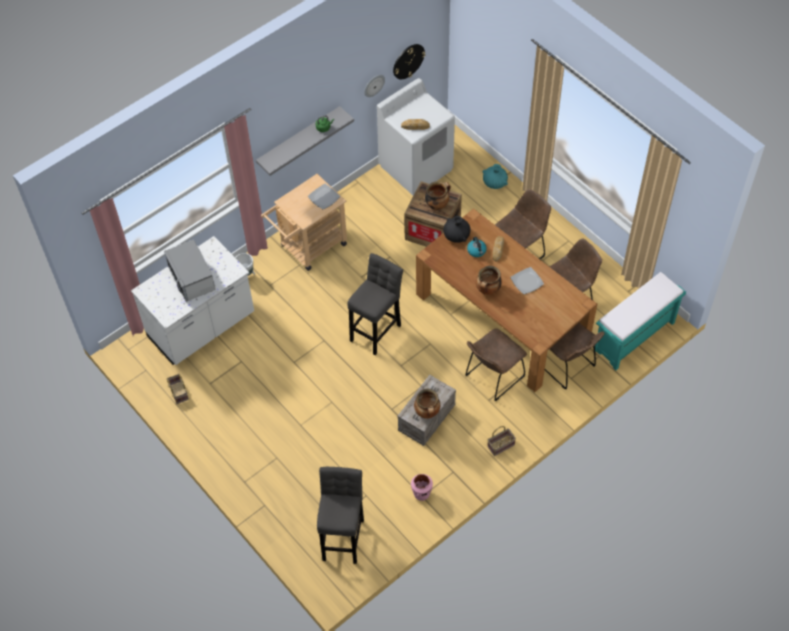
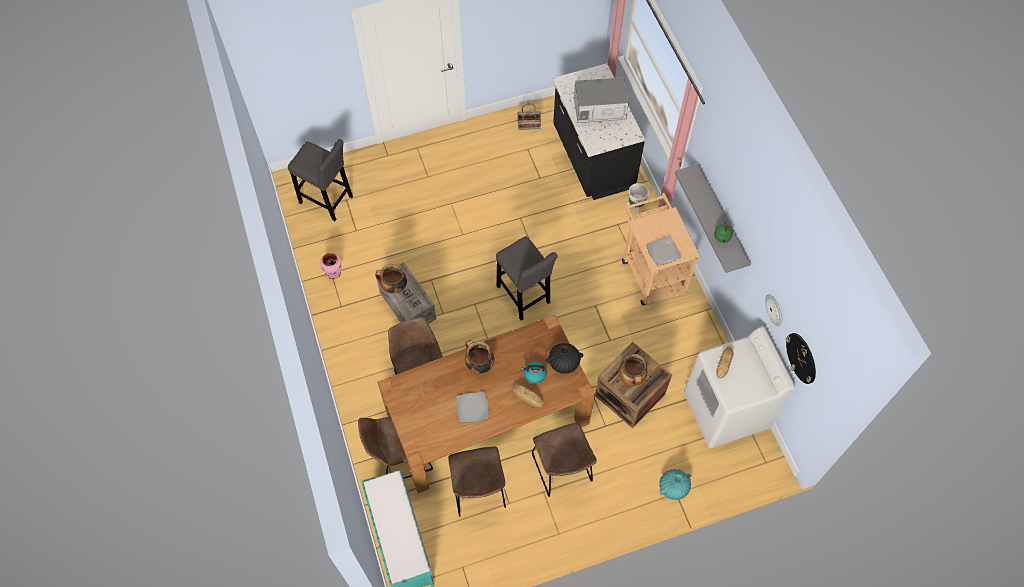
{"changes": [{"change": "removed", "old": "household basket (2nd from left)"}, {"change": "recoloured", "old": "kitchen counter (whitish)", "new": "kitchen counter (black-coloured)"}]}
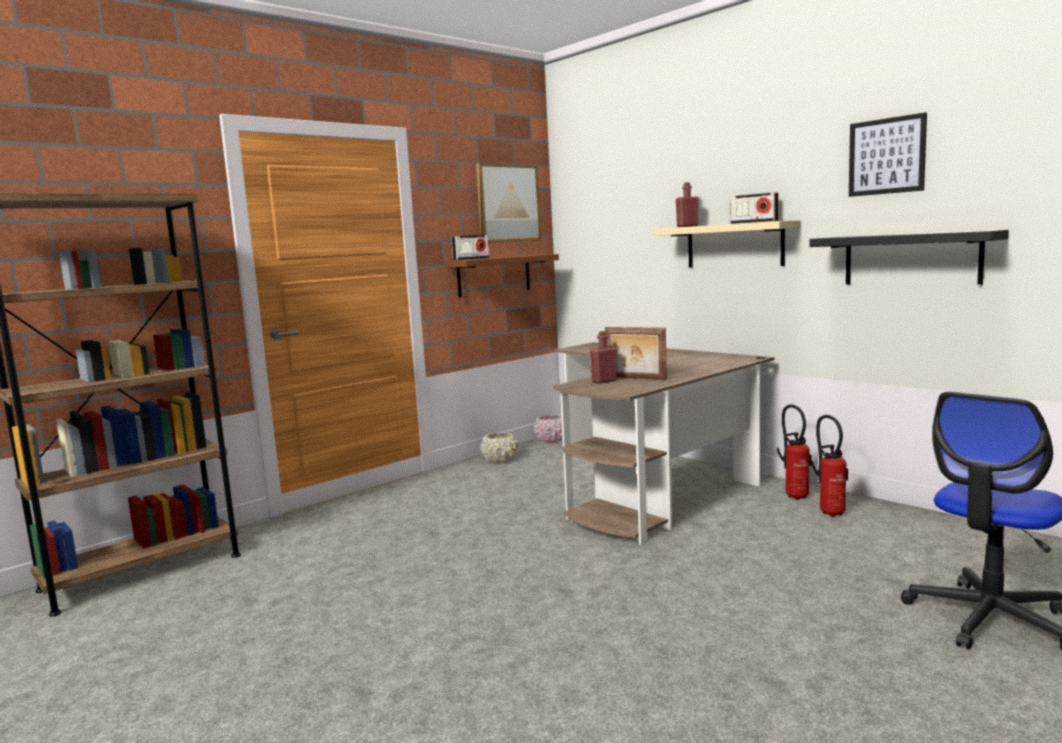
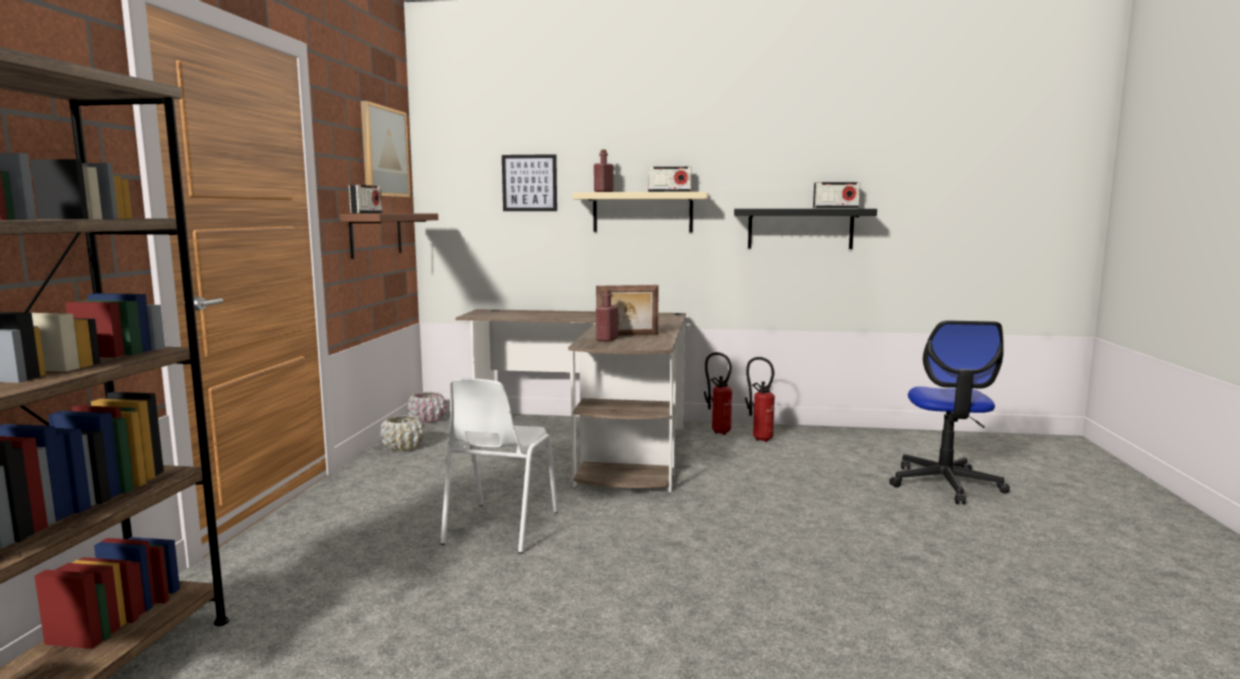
{"changes": [{"change": "added", "new": "plain chair (whitish)"}, {"change": "added", "new": "radio (3rd from left)"}, {"change": "moved", "old": "wall picture (2nd from left)"}]}
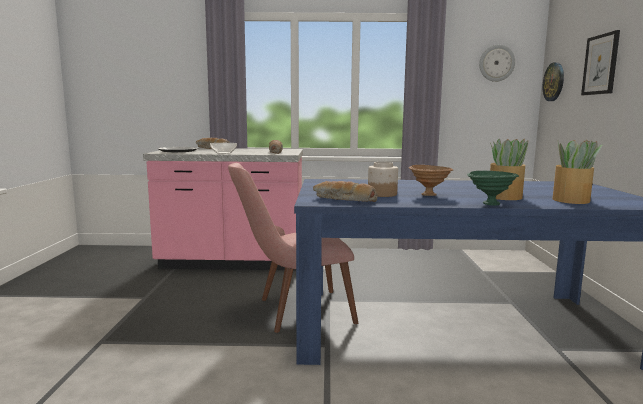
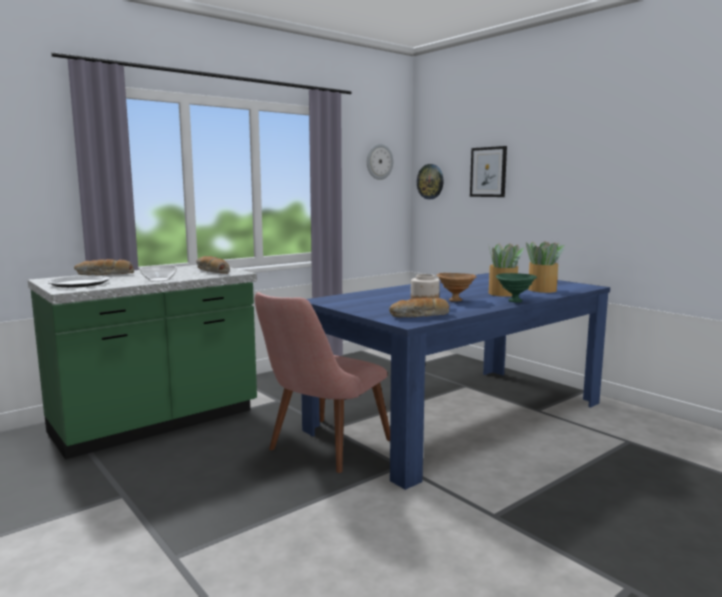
{"changes": [{"change": "recoloured", "old": "kitchen counter (pink-coloured)", "new": "kitchen counter (greenish)"}]}
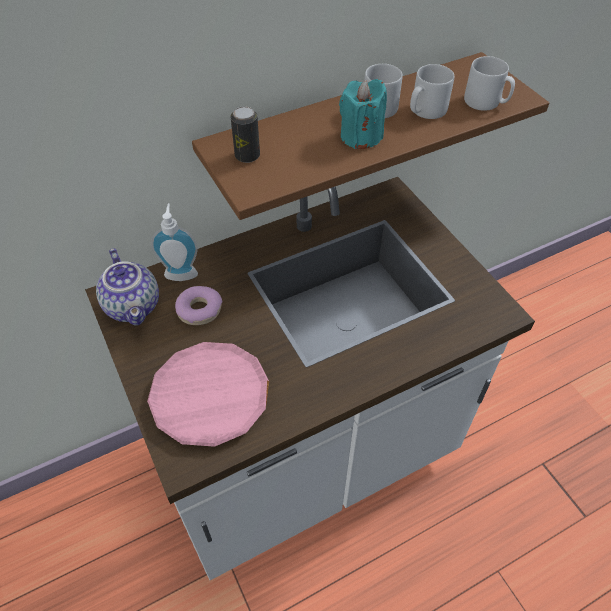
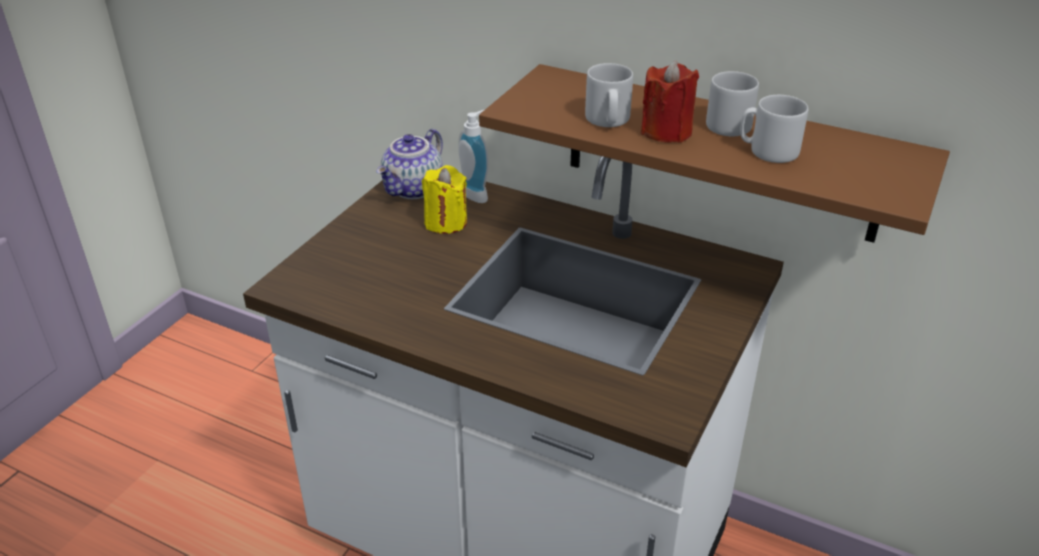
{"changes": [{"change": "removed", "old": "flat dish (pink-coloured)"}, {"change": "removed", "old": "metal can"}, {"change": "moved", "old": "mug (greyish) (3rd from left in the first image)", "new": "mug (greyish) (1st from left)"}, {"change": "replaced", "old": "ring doughnut", "new": "candle (yellowish)"}, {"change": "recoloured", "old": "candle (turquoise)", "new": "candle (reddish)"}]}
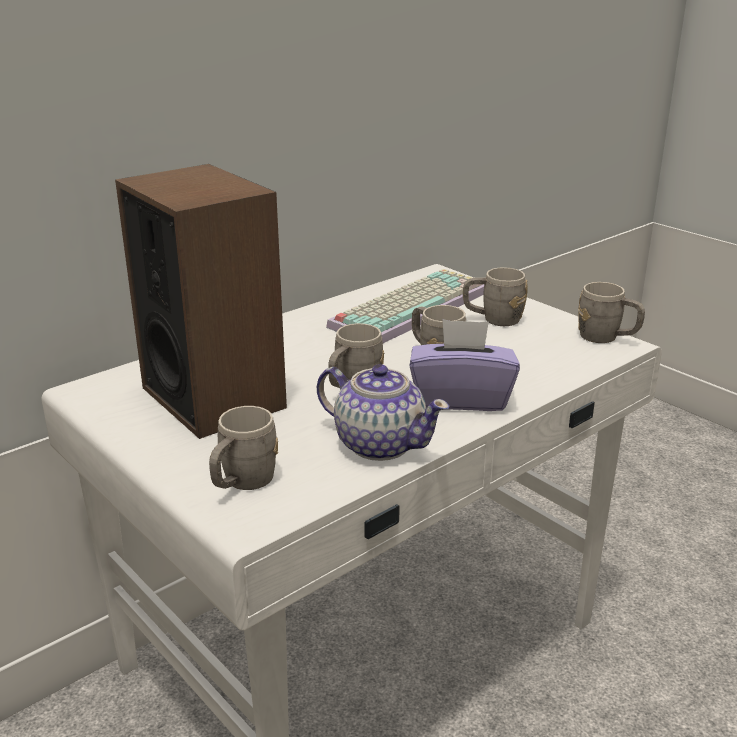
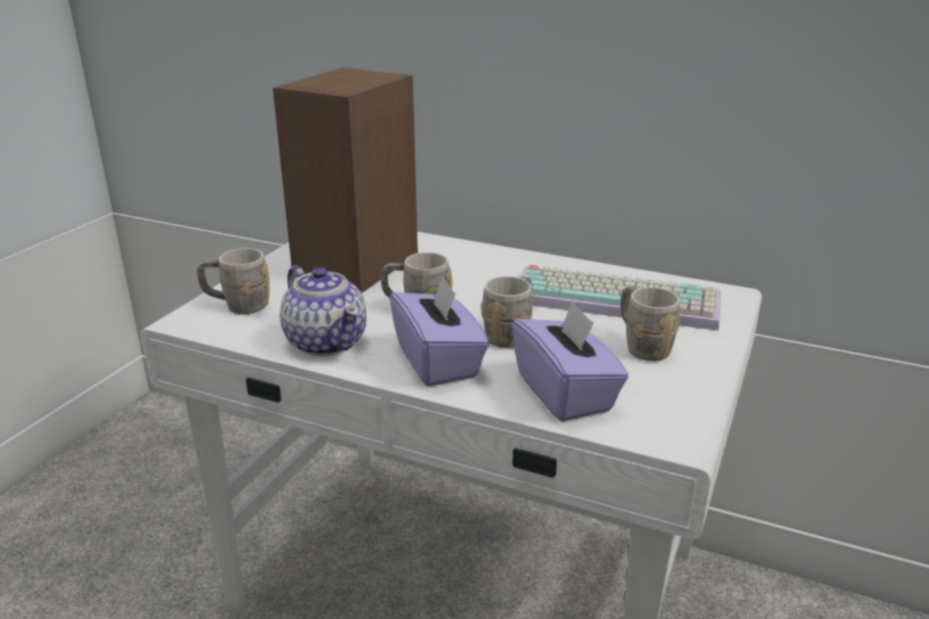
{"changes": [{"change": "removed", "old": "mug (greyish) (5th from left)"}, {"change": "added", "new": "tissue holder (purplish) (2nd from left)"}, {"change": "turned", "old": "tea pot", "degrees": -45}]}
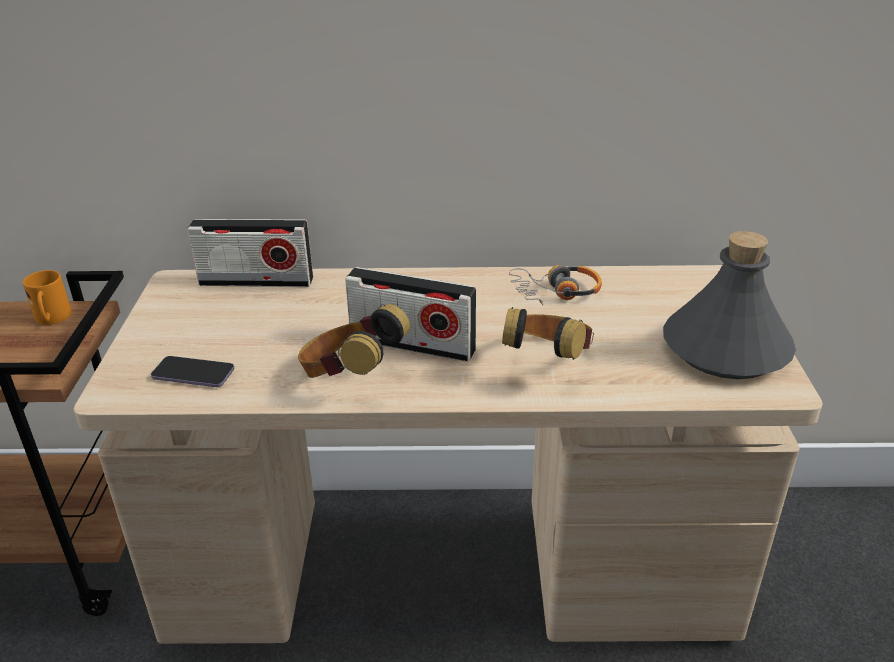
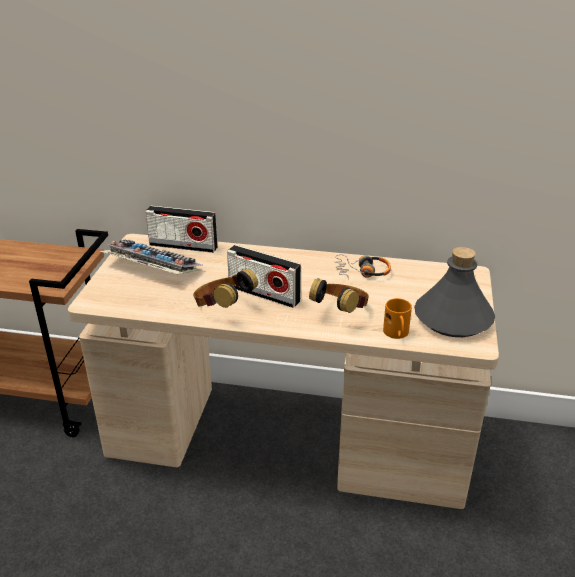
{"changes": [{"change": "removed", "old": "telephone"}, {"change": "added", "new": "computer keyboard"}, {"change": "moved", "old": "mug (orangey)"}]}
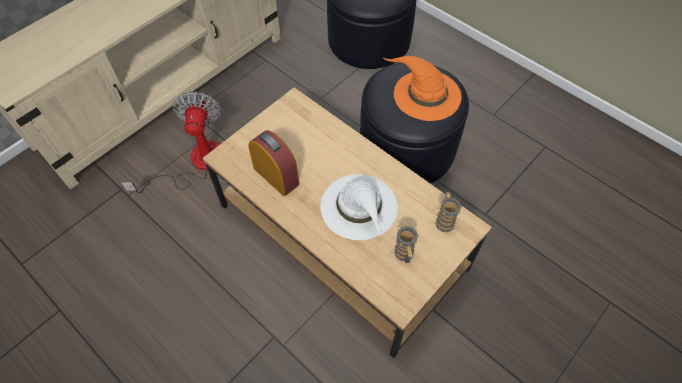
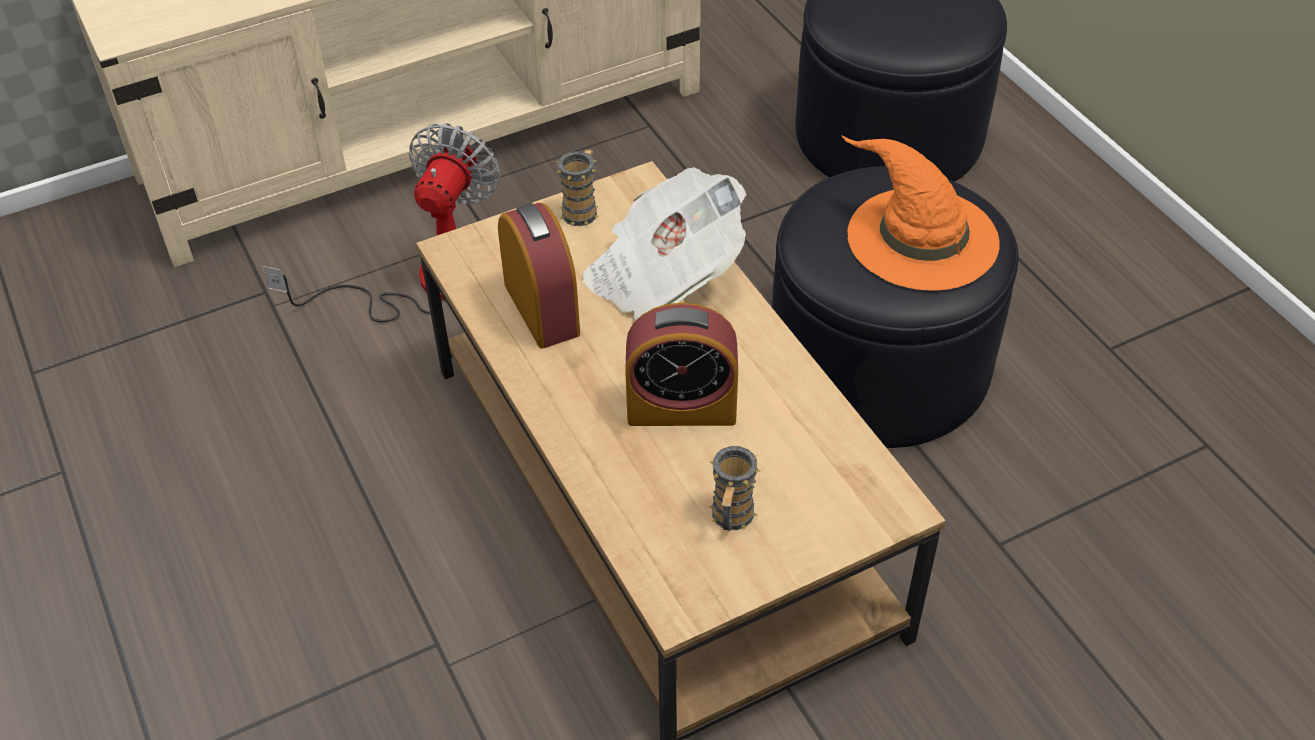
{"changes": [{"change": "added", "new": "newspaper"}, {"change": "moved", "old": "mug (2nd from left in the first image)", "new": "mug (1st from left)"}, {"change": "replaced", "old": "hat (whitish)", "new": "table clock (2nd from left)"}]}
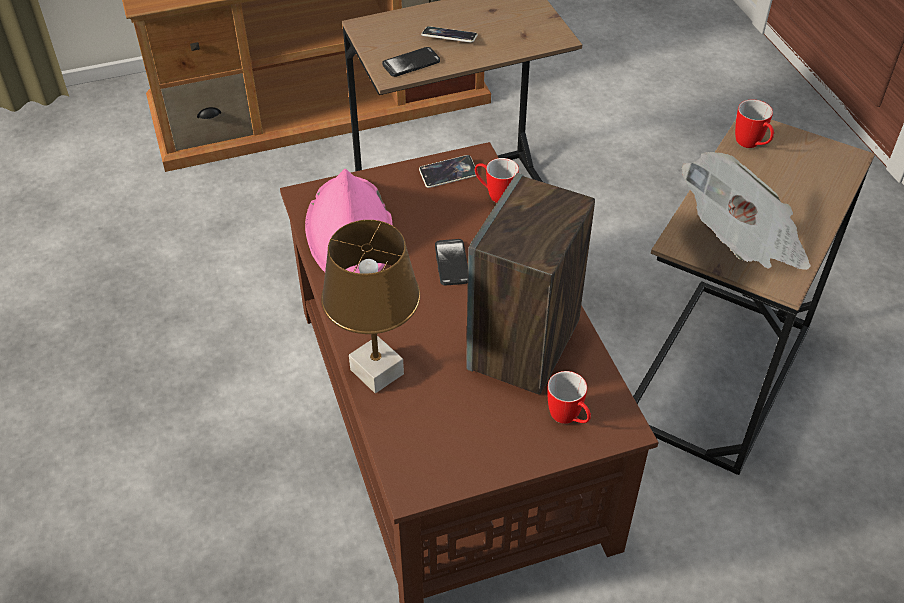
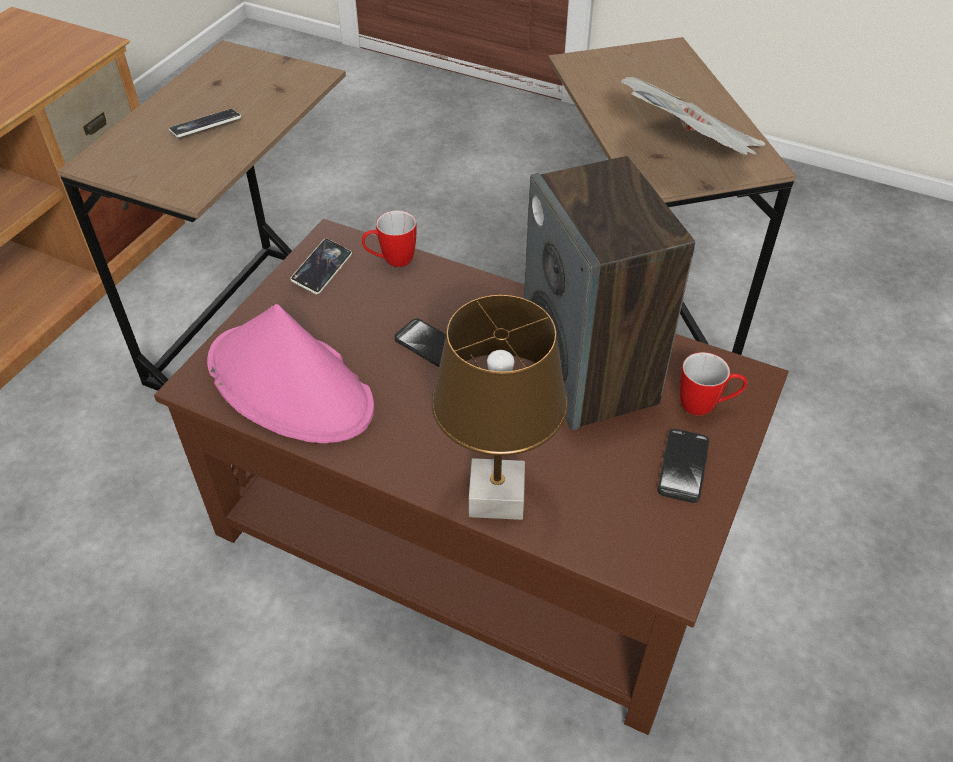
{"changes": [{"change": "removed", "old": "mug (3rd from left)"}, {"change": "moved", "old": "telephone (1st from left in the first image)", "new": "telephone (4th from left)"}]}
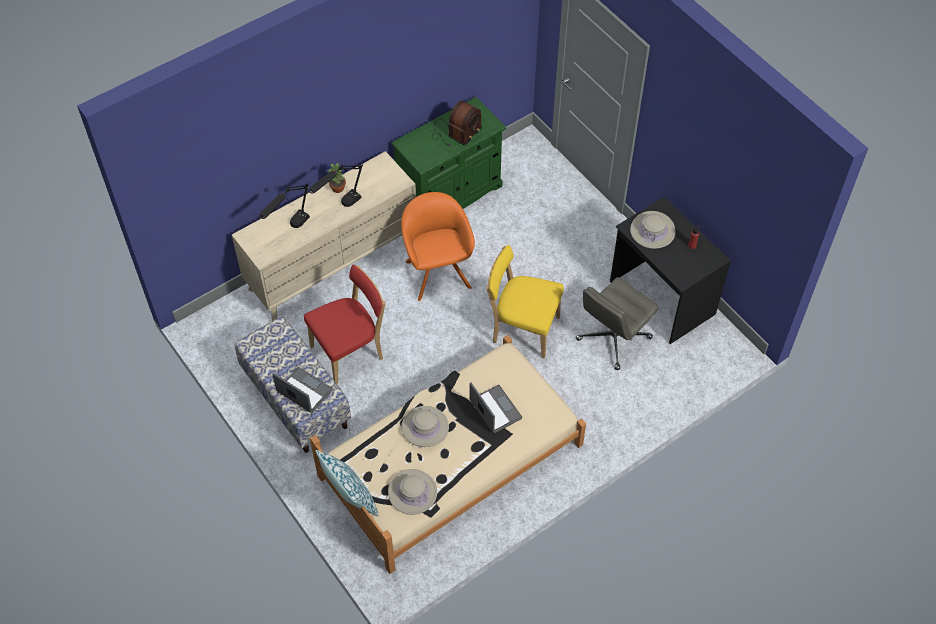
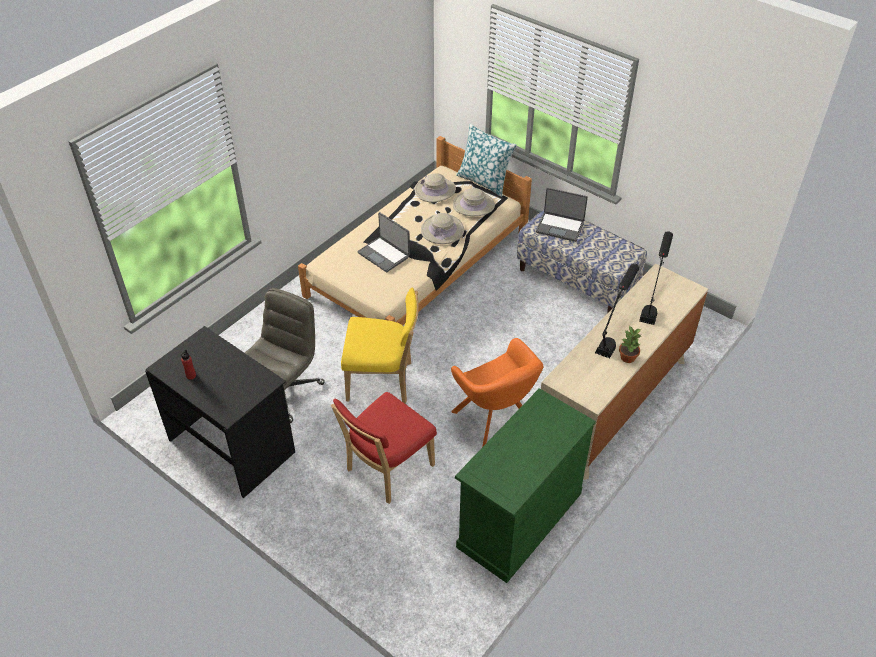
{"changes": [{"change": "removed", "old": "radio"}, {"change": "moved", "old": "plain chair (reddish)"}, {"change": "moved", "old": "hat (sand-coloured) (3rd from left)"}]}
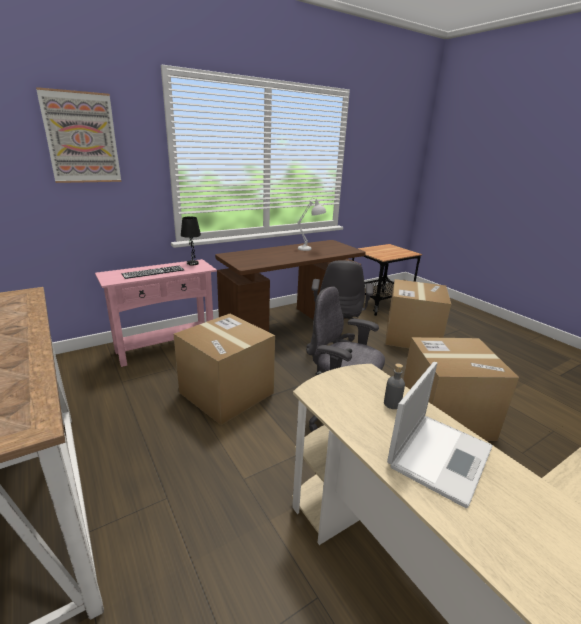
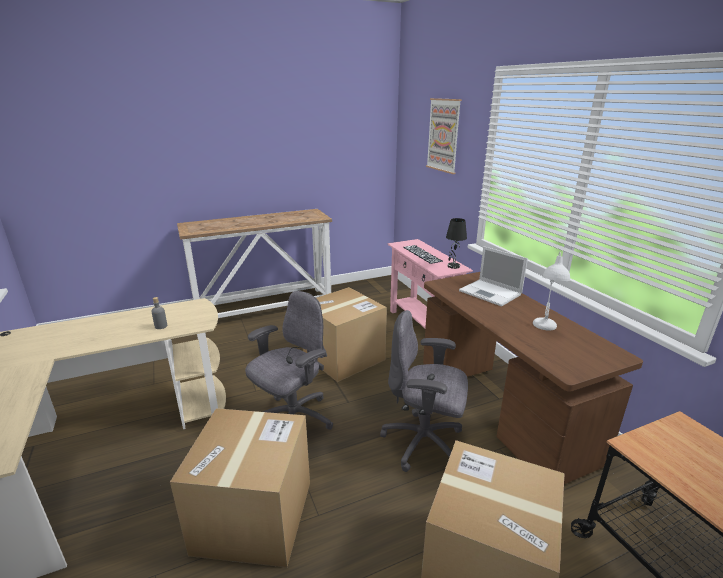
{"changes": [{"change": "moved", "old": "notebook computer"}]}
